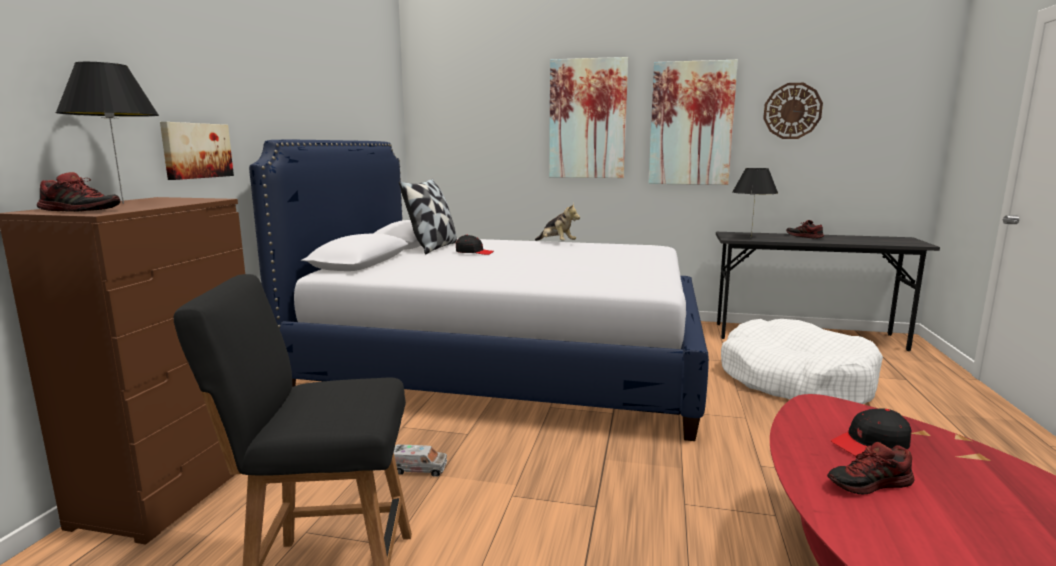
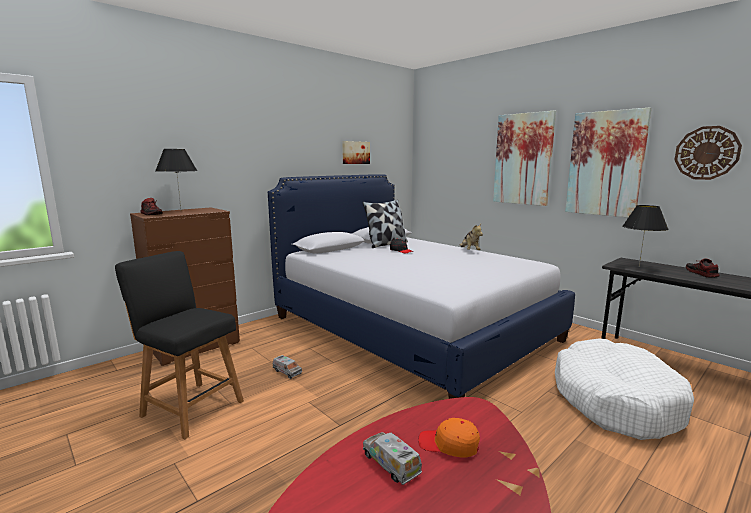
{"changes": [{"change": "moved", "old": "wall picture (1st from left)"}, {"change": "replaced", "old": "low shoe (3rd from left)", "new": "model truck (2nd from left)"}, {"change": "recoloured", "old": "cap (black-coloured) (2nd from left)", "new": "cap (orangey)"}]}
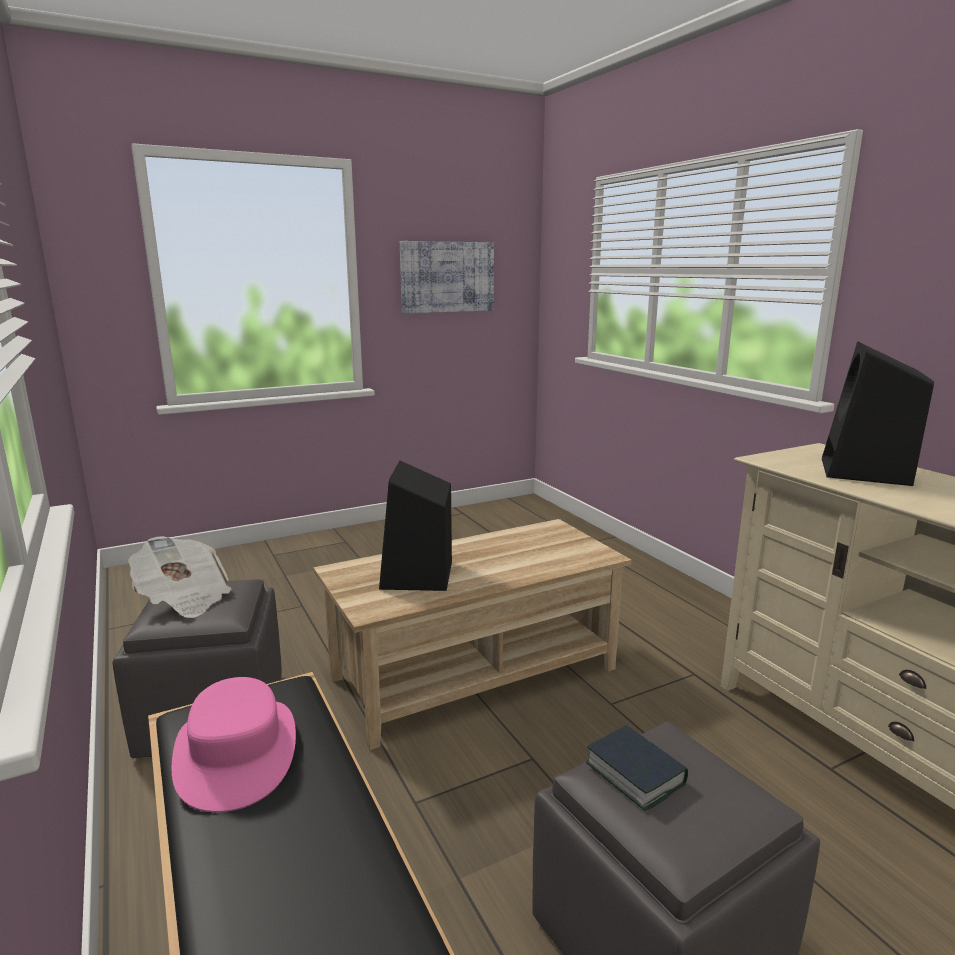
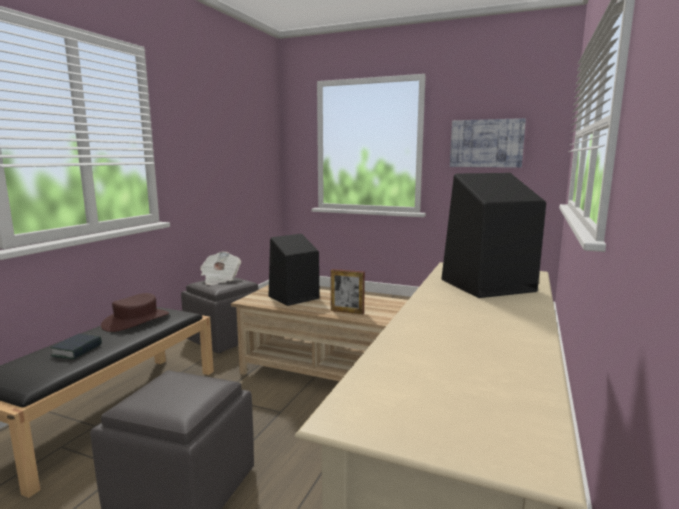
{"changes": [{"change": "added", "new": "photo frame"}, {"change": "moved", "old": "volume"}, {"change": "recoloured", "old": "hat (pink-coloured)", "new": "hat (brown-coloured)"}]}
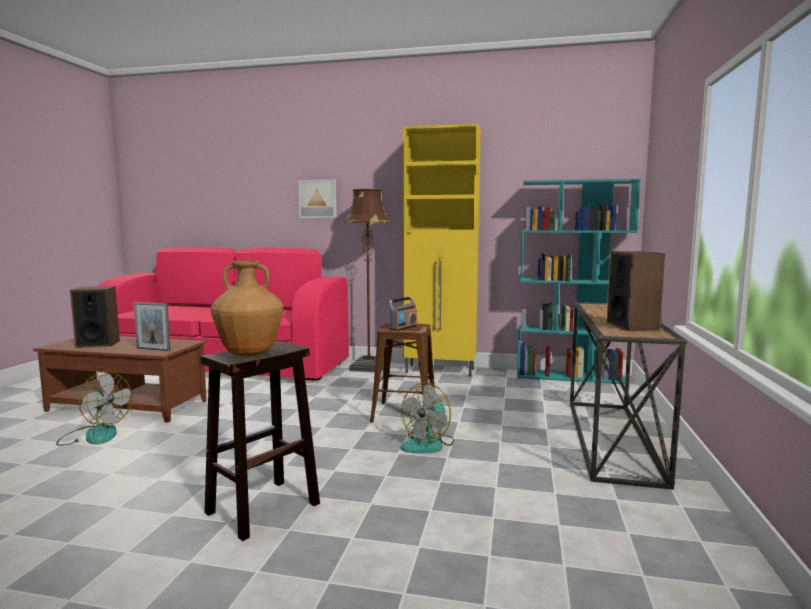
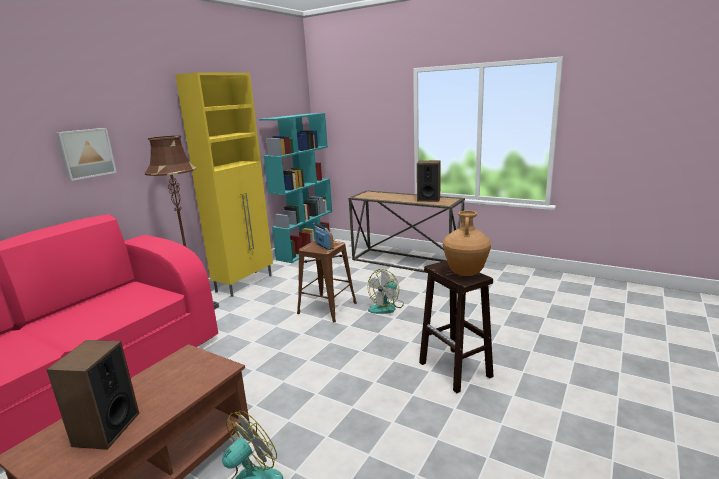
{"changes": [{"change": "removed", "old": "photo frame"}, {"change": "turned", "old": "fan (2nd from left)", "degrees": 75}]}
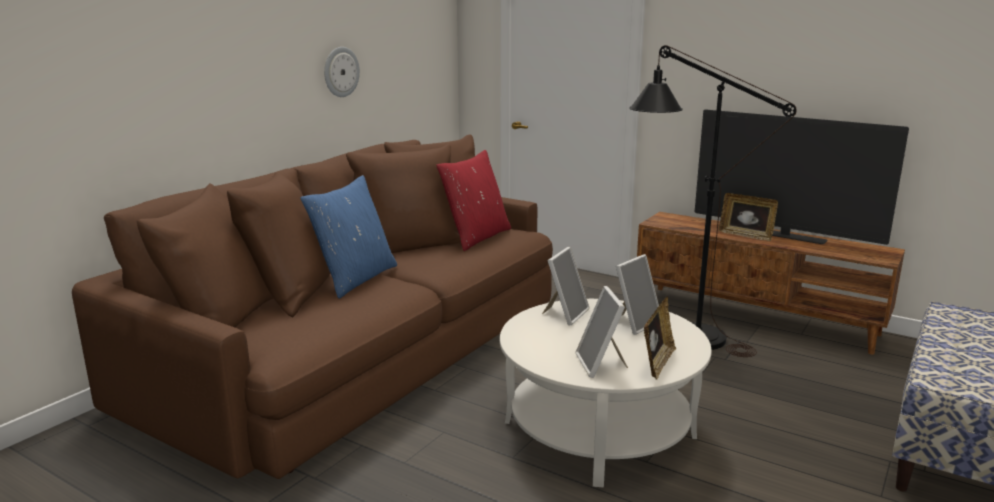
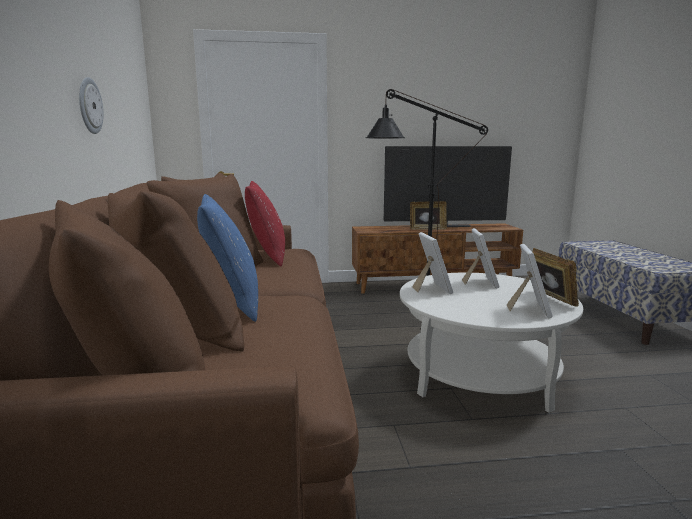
{"changes": [{"change": "turned", "old": "photo frame (2nd from left in the first image)", "degrees": -120}]}
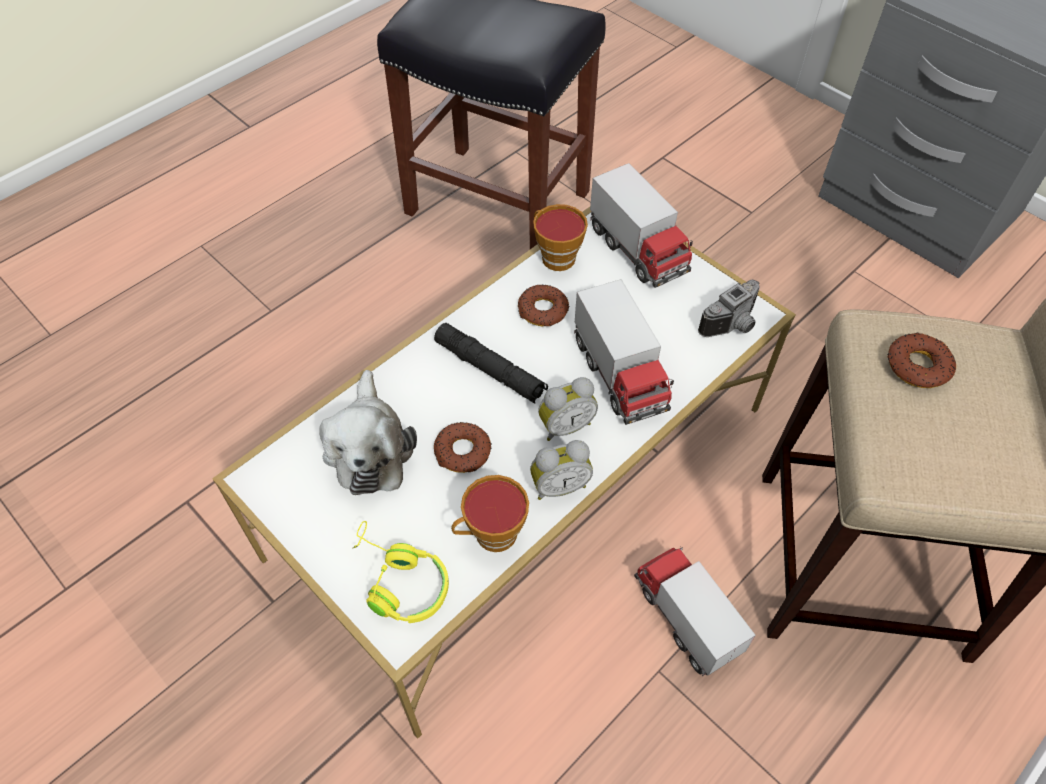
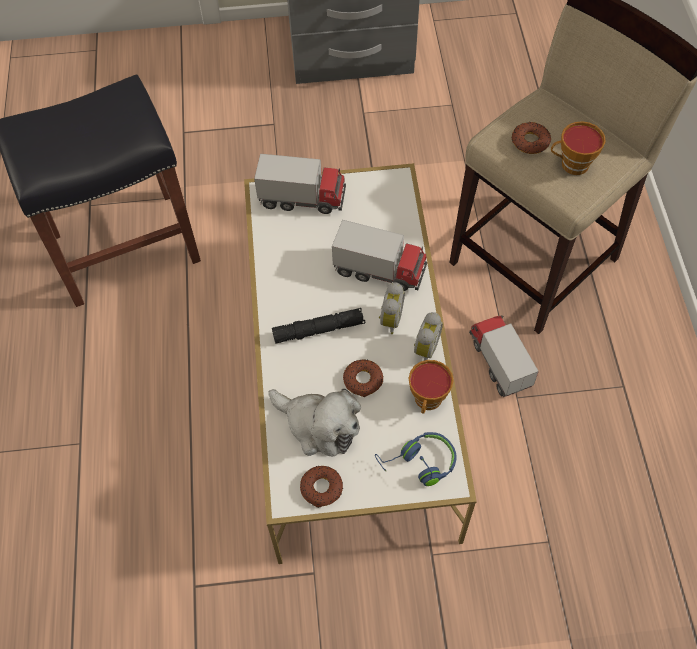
{"changes": [{"change": "removed", "old": "photo camera"}, {"change": "moved", "old": "ring doughnut (2nd from left in the first image)", "new": "ring doughnut (1st from left)"}, {"change": "moved", "old": "cup (2nd from left)"}, {"change": "recoloured", "old": "headset (yellowish)", "new": "headset (blue)"}, {"change": "turned", "old": "model truck (3rd from left)", "degrees": 60}]}
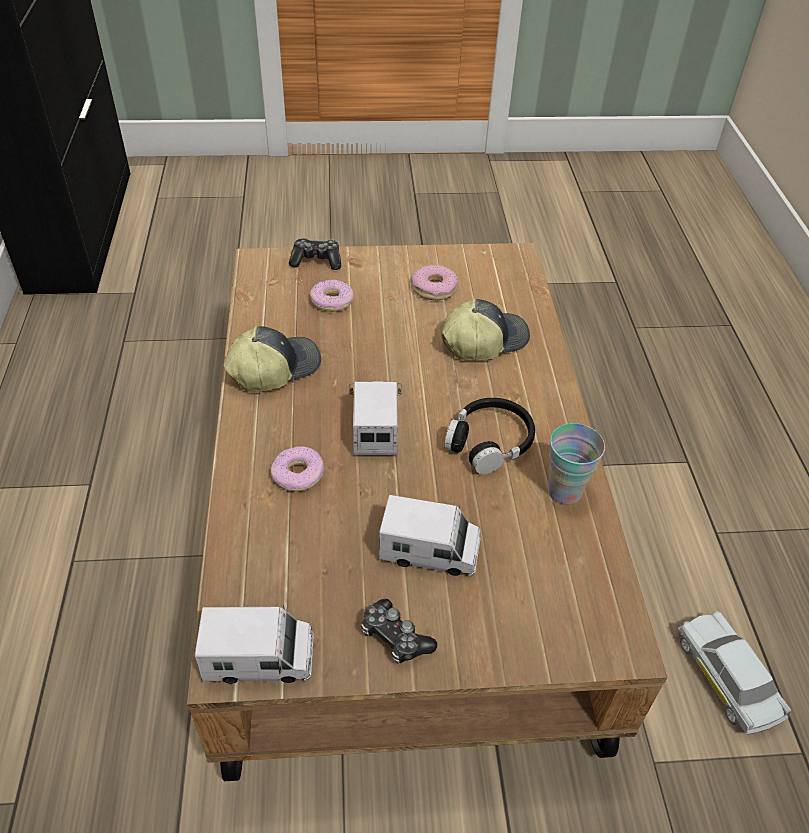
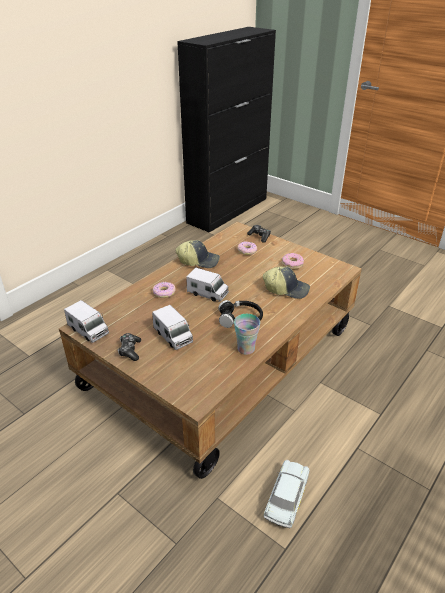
{"changes": [{"change": "turned", "old": "model truck (2nd from left in the first image)", "degrees": 75}]}
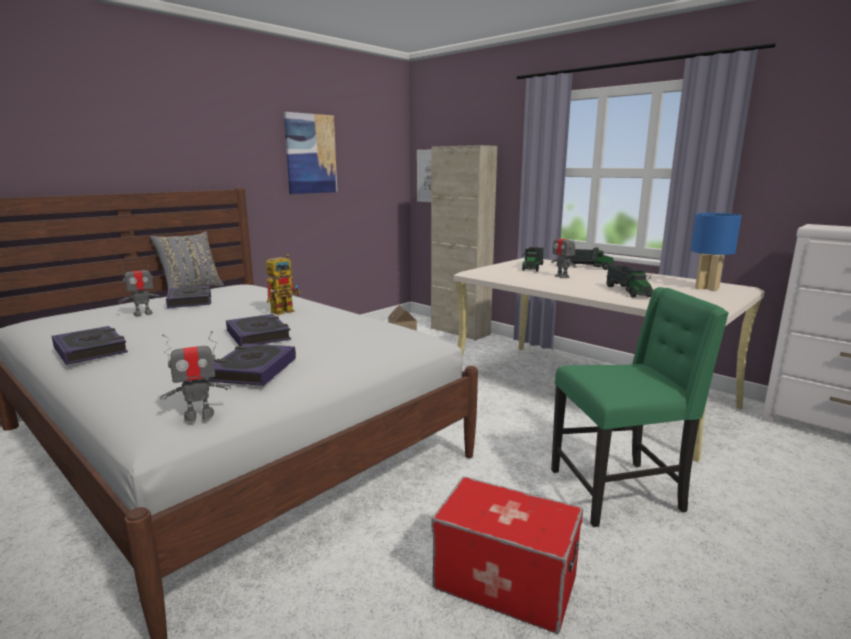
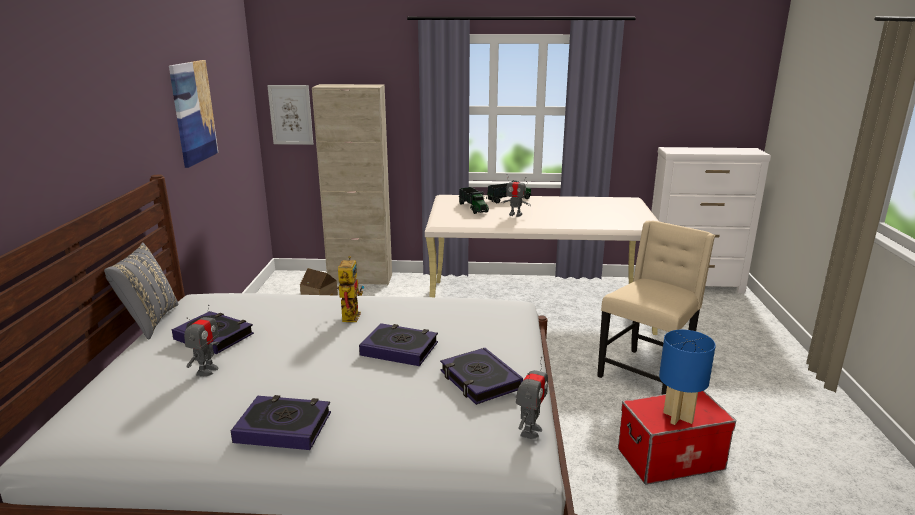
{"changes": [{"change": "removed", "old": "model truck (3rd from left)"}, {"change": "moved", "old": "table lamp (blue)"}, {"change": "recoloured", "old": "plain chair (greenish)", "new": "plain chair (sand-coloured)"}]}
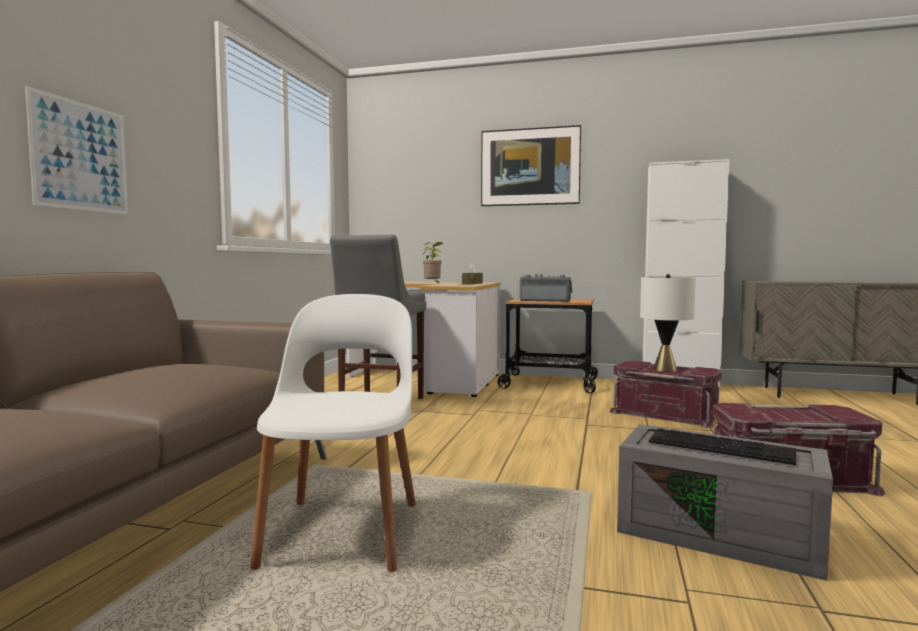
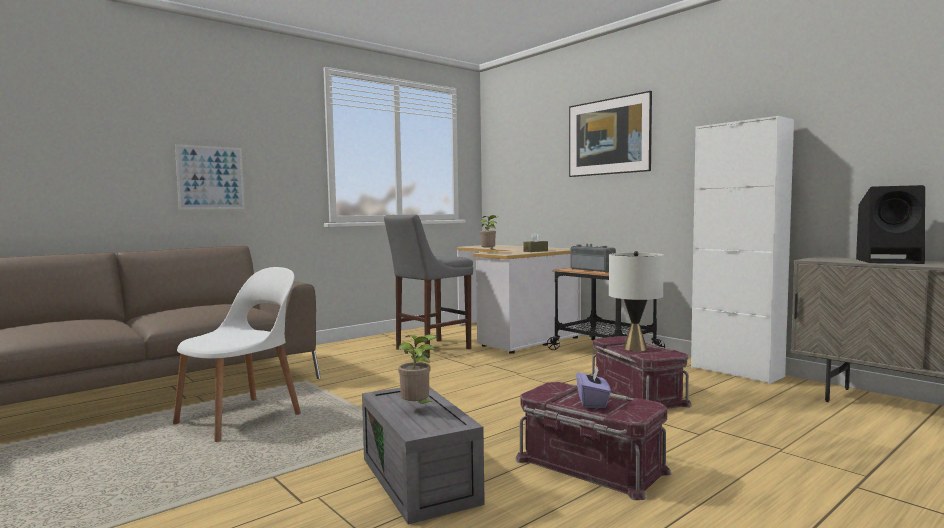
{"changes": [{"change": "added", "new": "tissue holder (purplish)"}, {"change": "added", "new": "loudspeaker (black-coloured)"}, {"change": "replaced", "old": "computer keyboard", "new": "houseplant (1st from left)"}]}
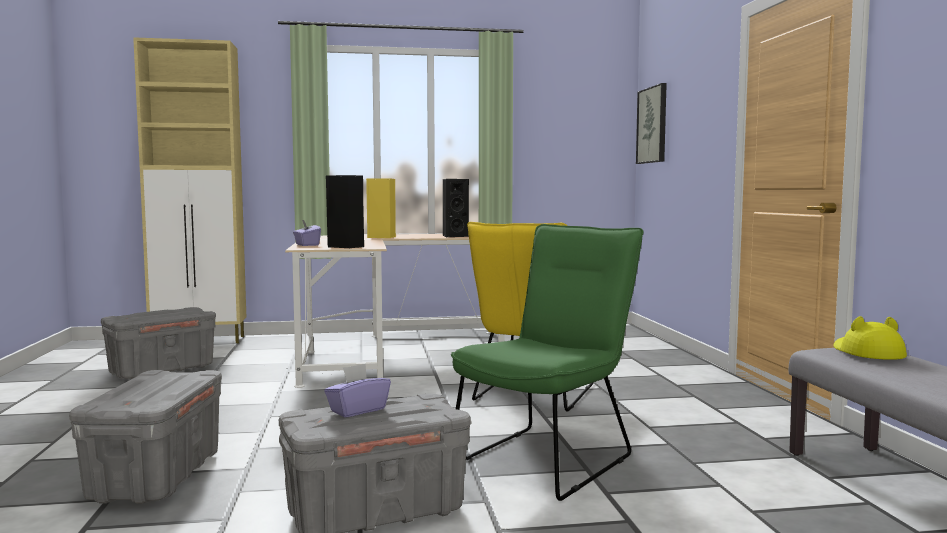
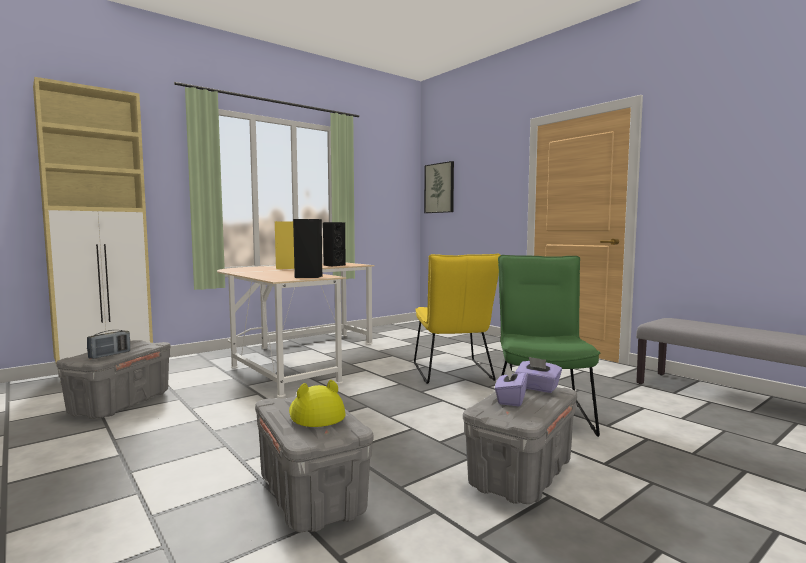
{"changes": [{"change": "added", "new": "radio"}, {"change": "moved", "old": "tissue holder (purplish) (1st from left in the first image)", "new": "tissue holder (purplish) (2nd from left)"}, {"change": "moved", "old": "hat (yellowish)"}]}
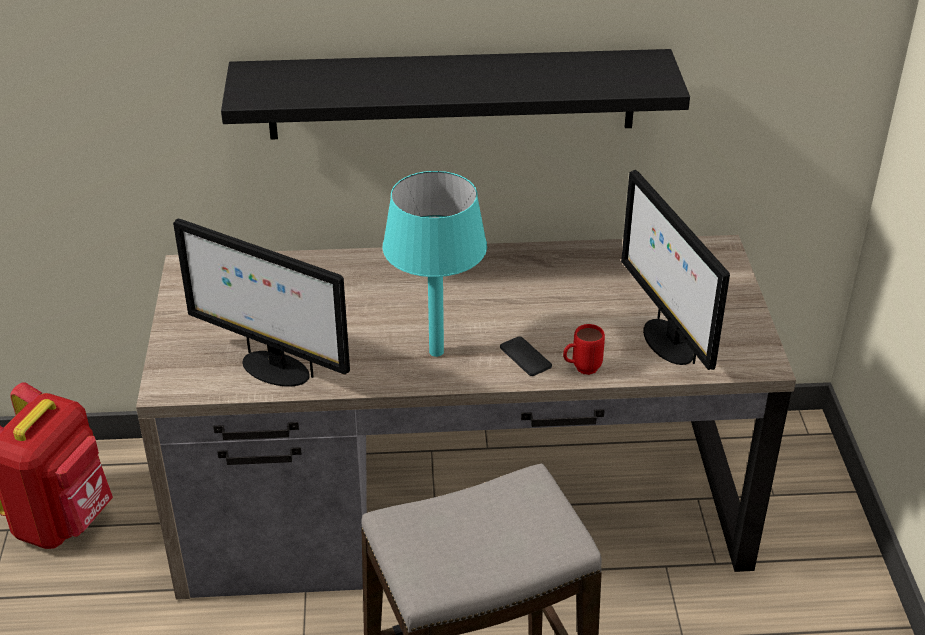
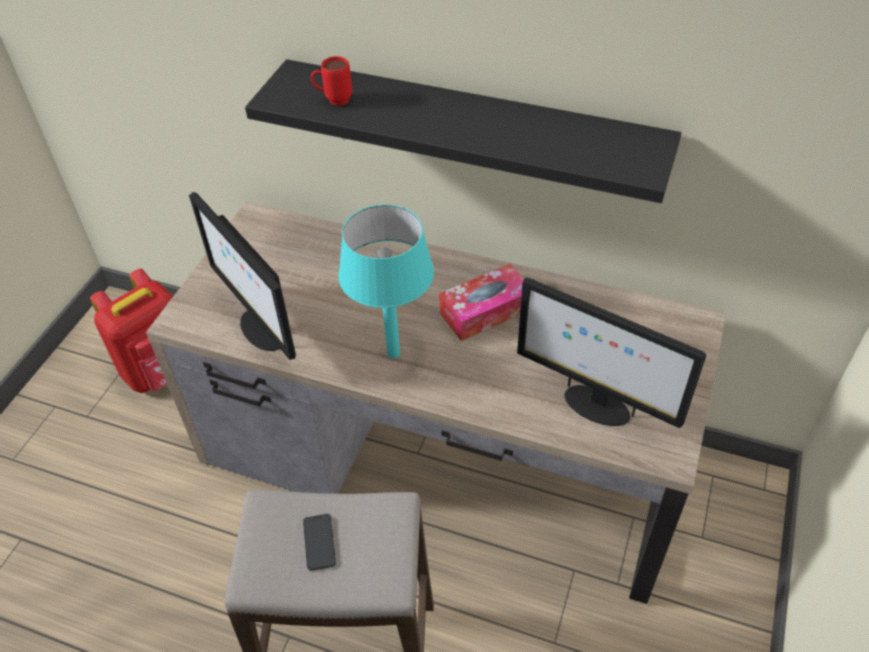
{"changes": [{"change": "added", "new": "tissue holder"}, {"change": "moved", "old": "telephone"}, {"change": "moved", "old": "mug (reddish)"}, {"change": "turned", "old": "computer screen (2nd from left)", "degrees": -60}]}
